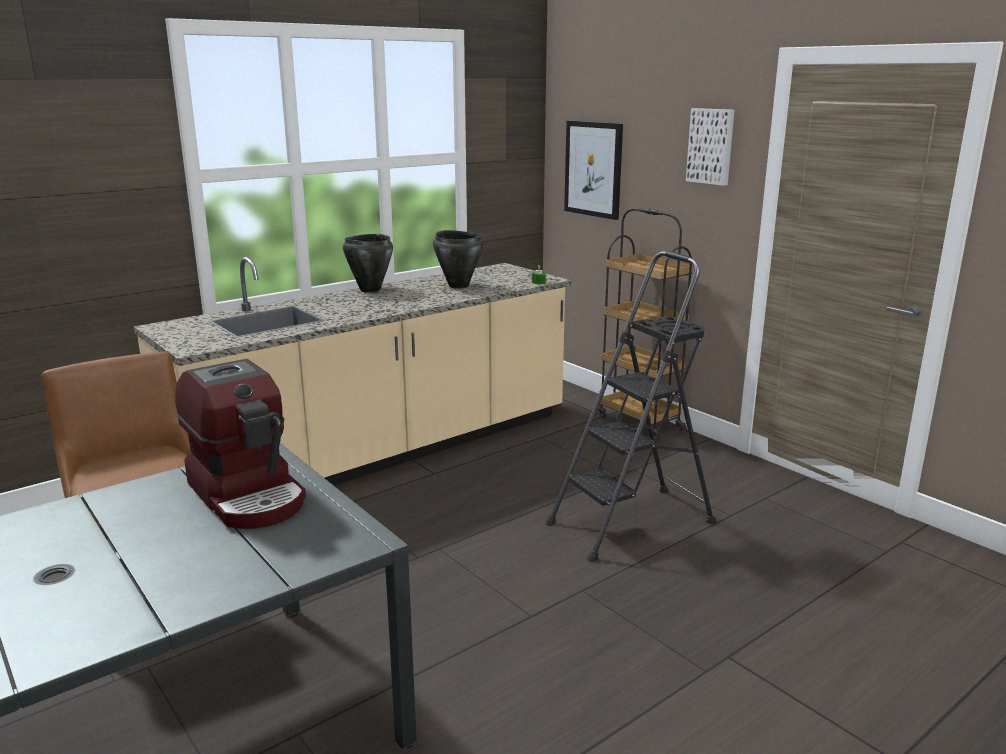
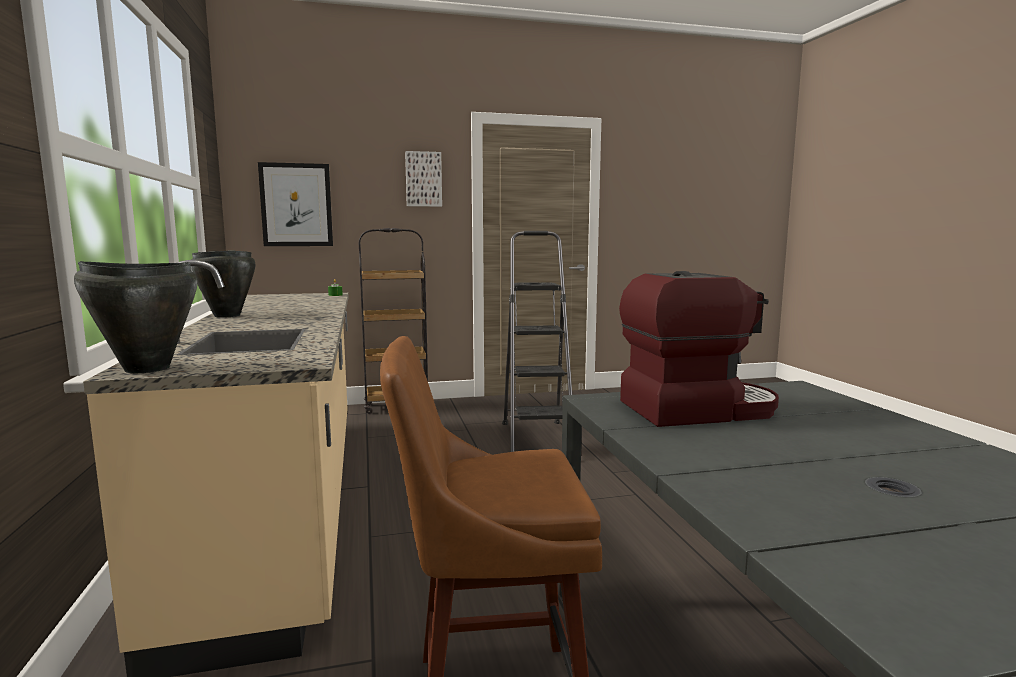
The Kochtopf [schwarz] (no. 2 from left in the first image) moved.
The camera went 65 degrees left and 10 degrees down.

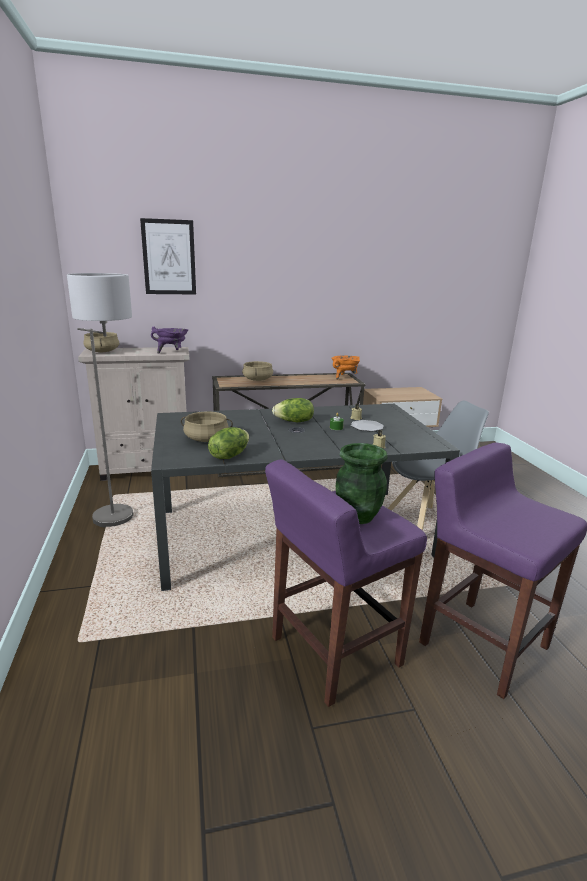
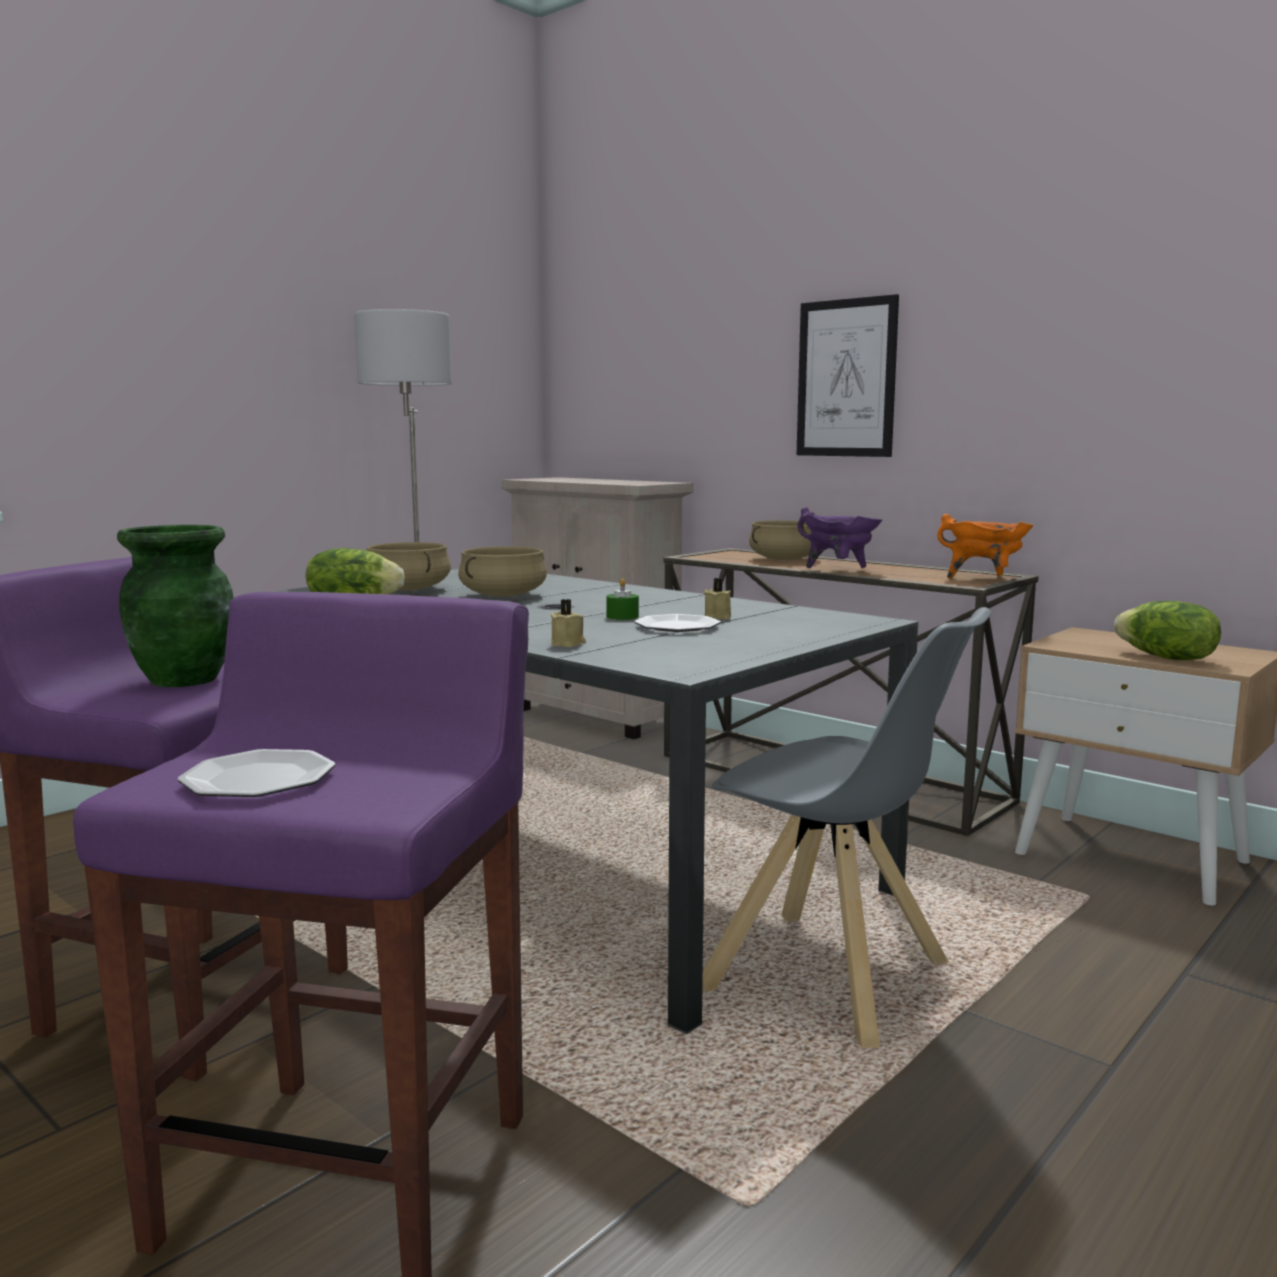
The Teller (no. 1 from left) appeared.
The Kochtopf [beige] (no. 1 from left in the first image) moved.
The Bild moved.
The Kochtopf [lila] moved.
The Salatkopf (no. 2 from left) moved.
The camera went 55 degrees right and 10 degrees down.

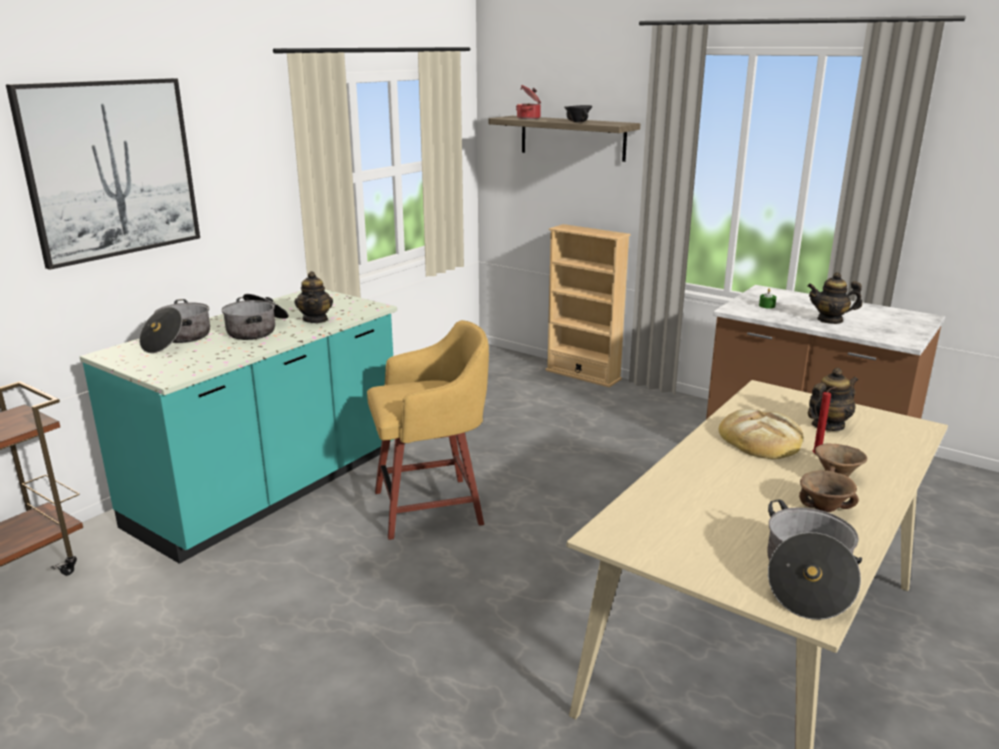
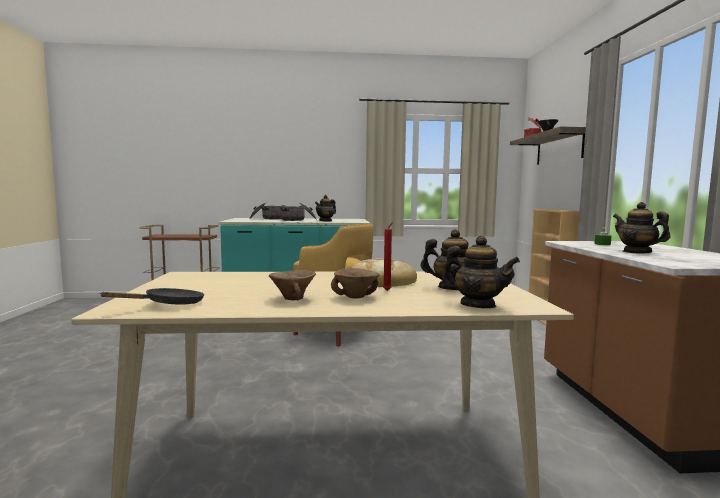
The Kochtopf (no. 4 from left) was replaced by the Pfanne [schwarz].
The Teekanne (no. 3 from left) appeared.
The Bild disappeared.
The camera went 50 degrees right and 15 degrees down.

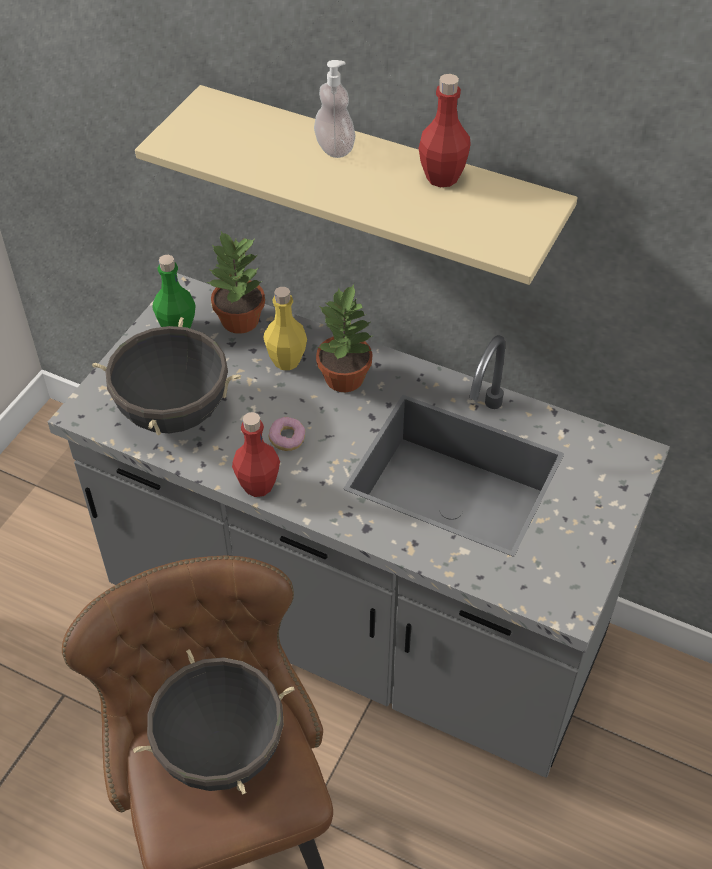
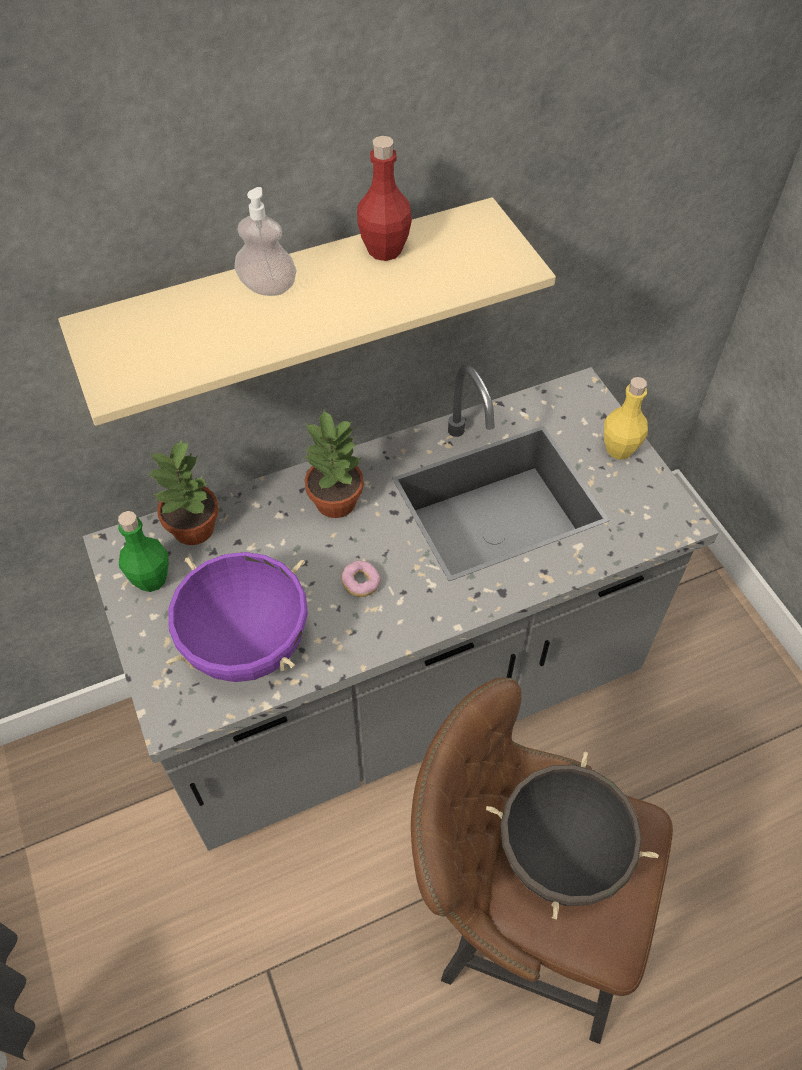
The Kochtopf [schwarz] (no. 1 from left) became the Kochtopf [lila].
The Flasche [gelb] moved.
The Flasche [rot] (no. 1 from left) disappeared.
The camera went 50 degrees left and 5 degrees up.

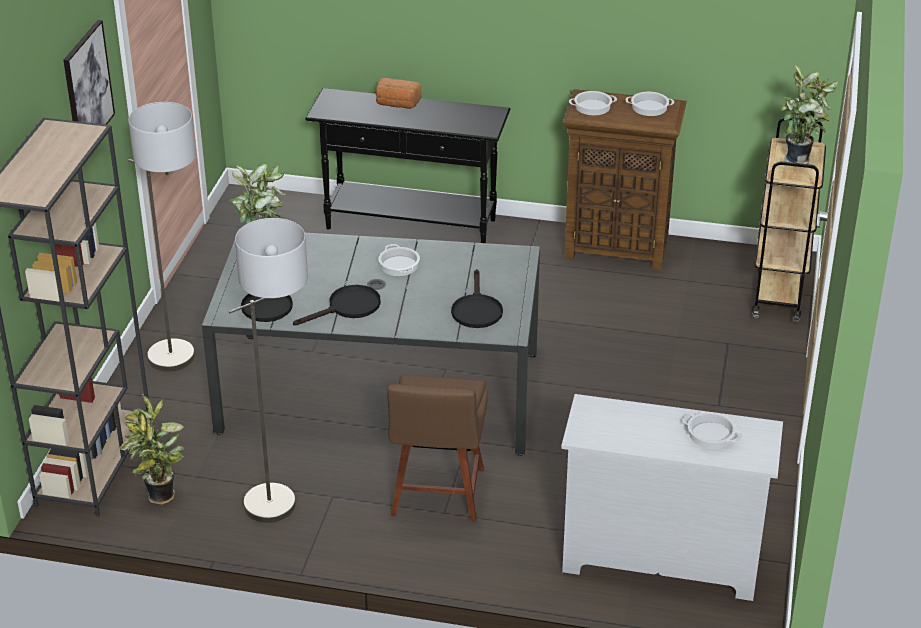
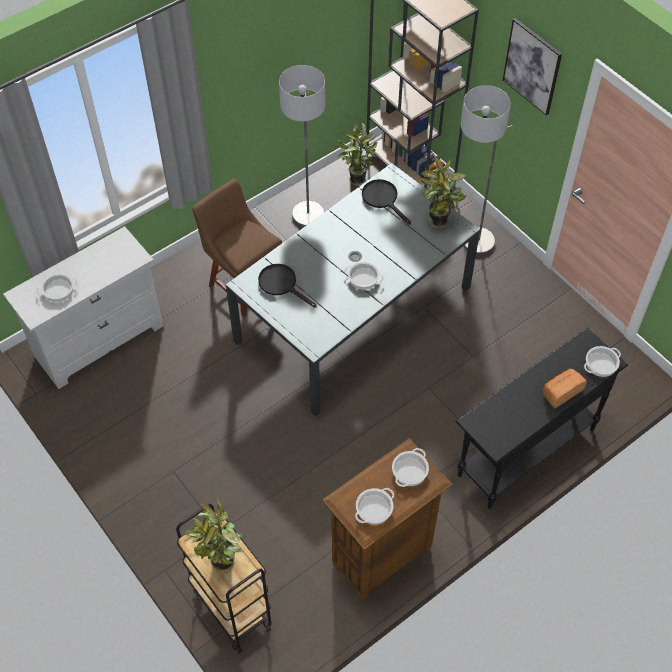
The Kochtopf (no. 5 from left) appeared.
The Pfanne [schwarz] (no. 2 from left) disappeared.
The camera went 130 degrees right and 20 degrees up.

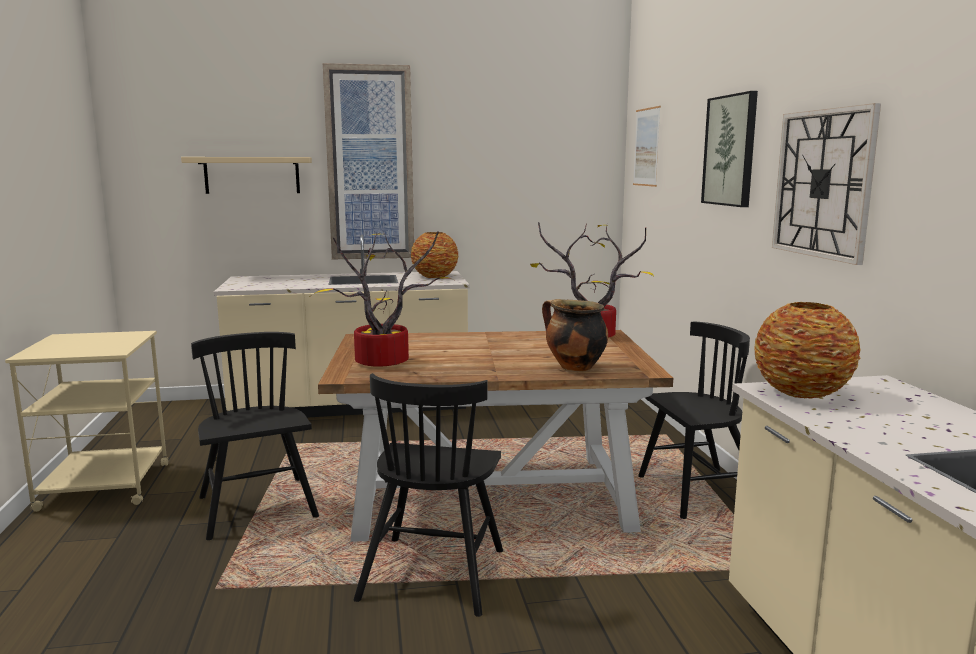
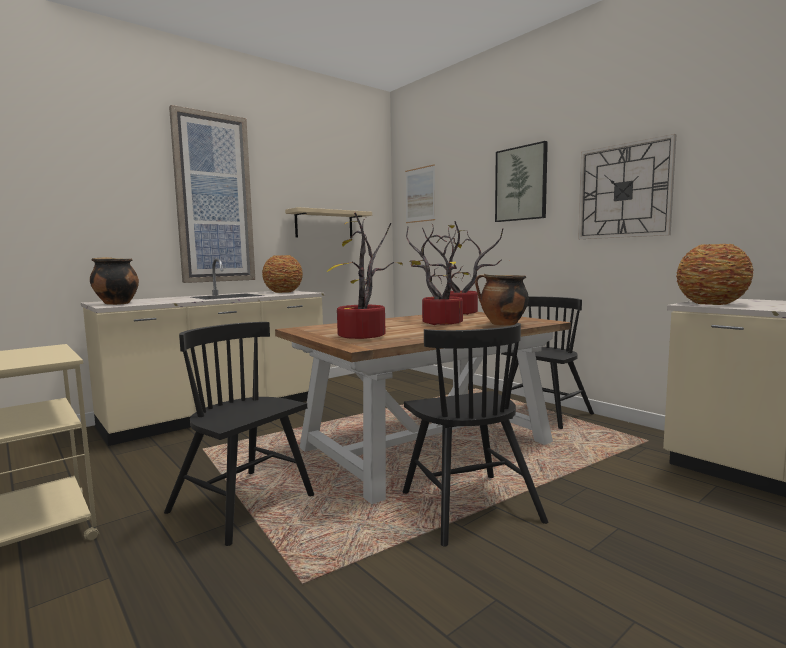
The Kochtopf (no. 1 from left) appeared.
The Wandregal [beige] moved.
The Topfpflanze (no. 2 from left) appeared.
The camera went 30 degrees left and 5 degrees down.

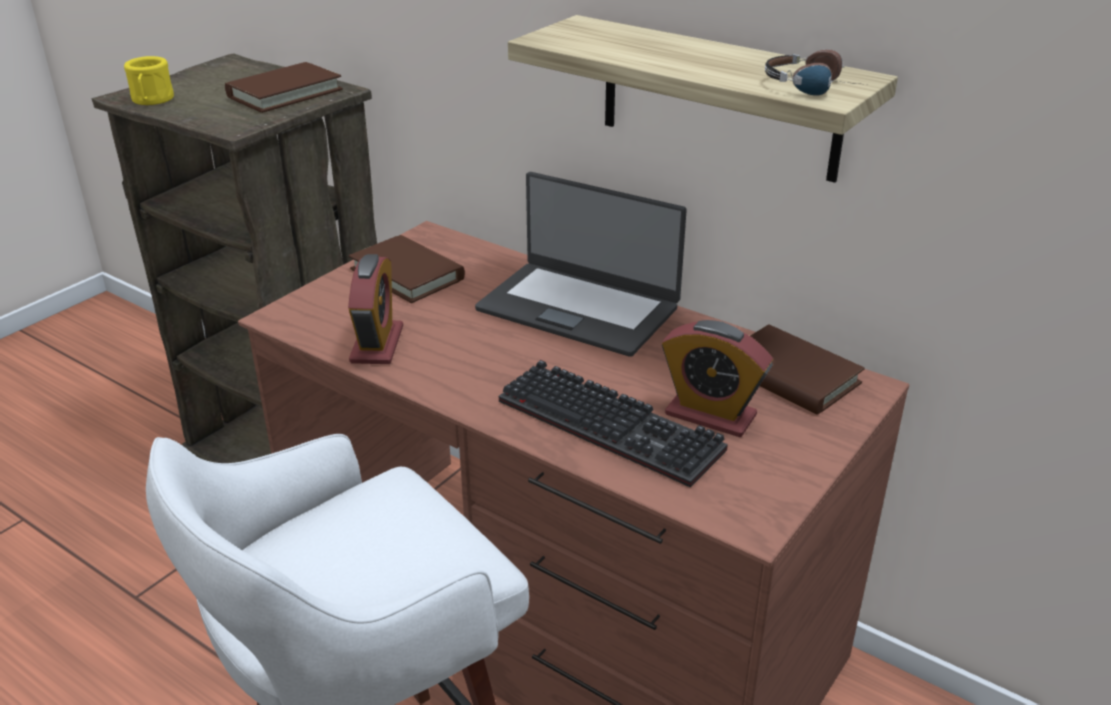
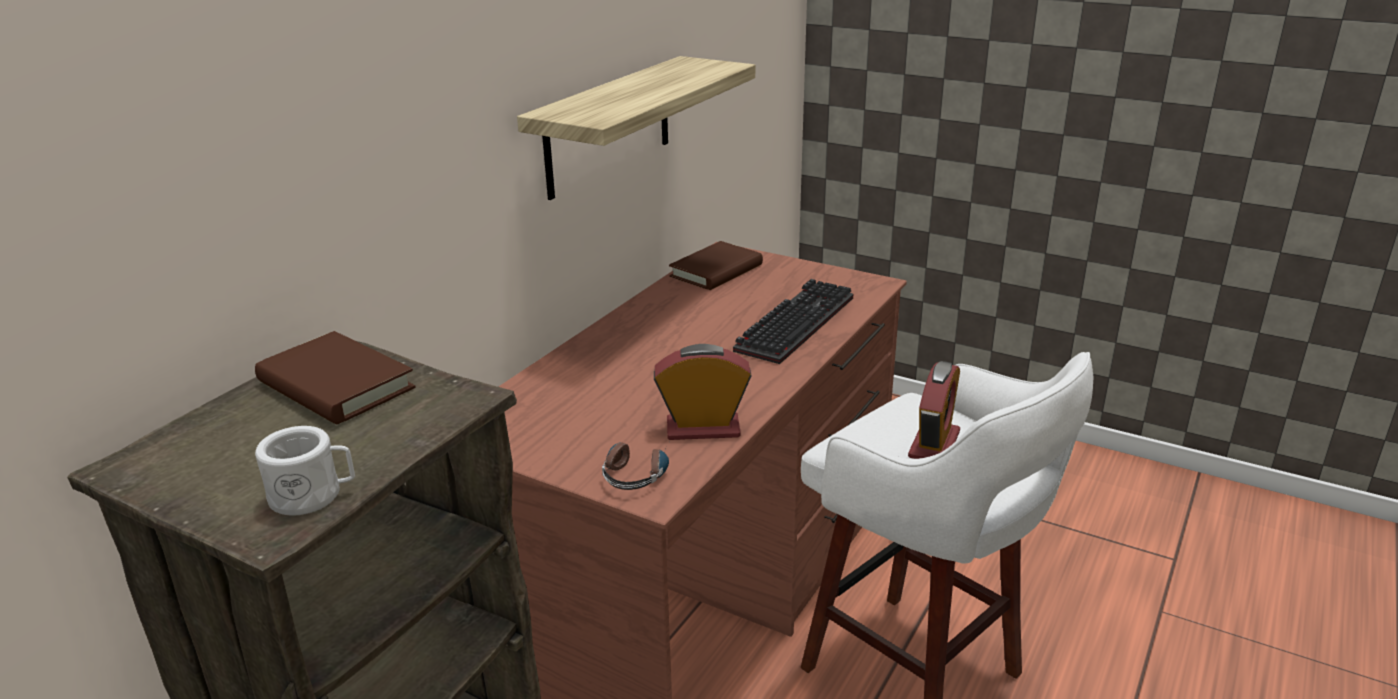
The Henkelbecher [gelb] became the Henkelbecher [weiß].
The Kopfhörer moved.
The Wecker (no. 2 from left) moved.
The Buch [braun] (no. 2 from left) disappeared.
The Laptop disappeared.
The camera went 95 degrees left and 5 degrees down.

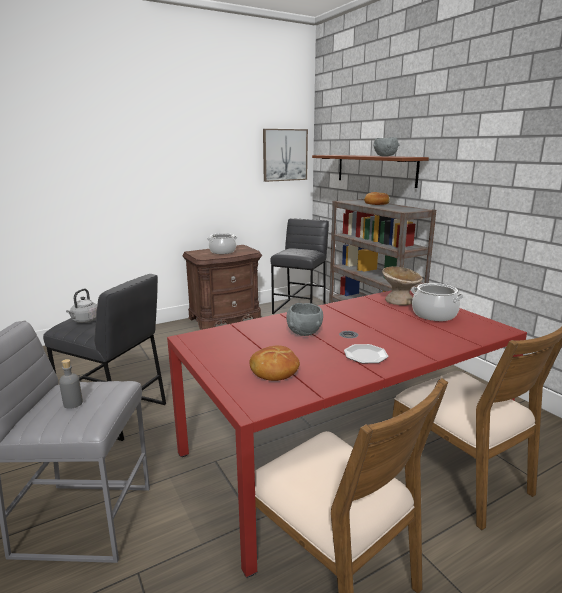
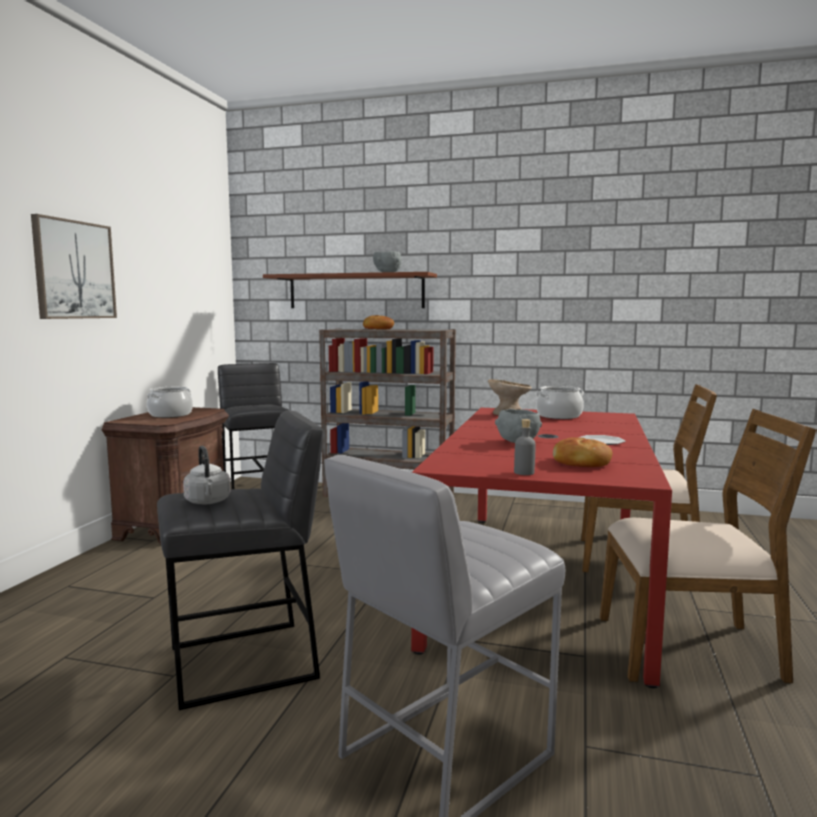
The Bild moved.
The Flasche [grau] moved.
The camera went 45 degrees left and 10 degrees down.

